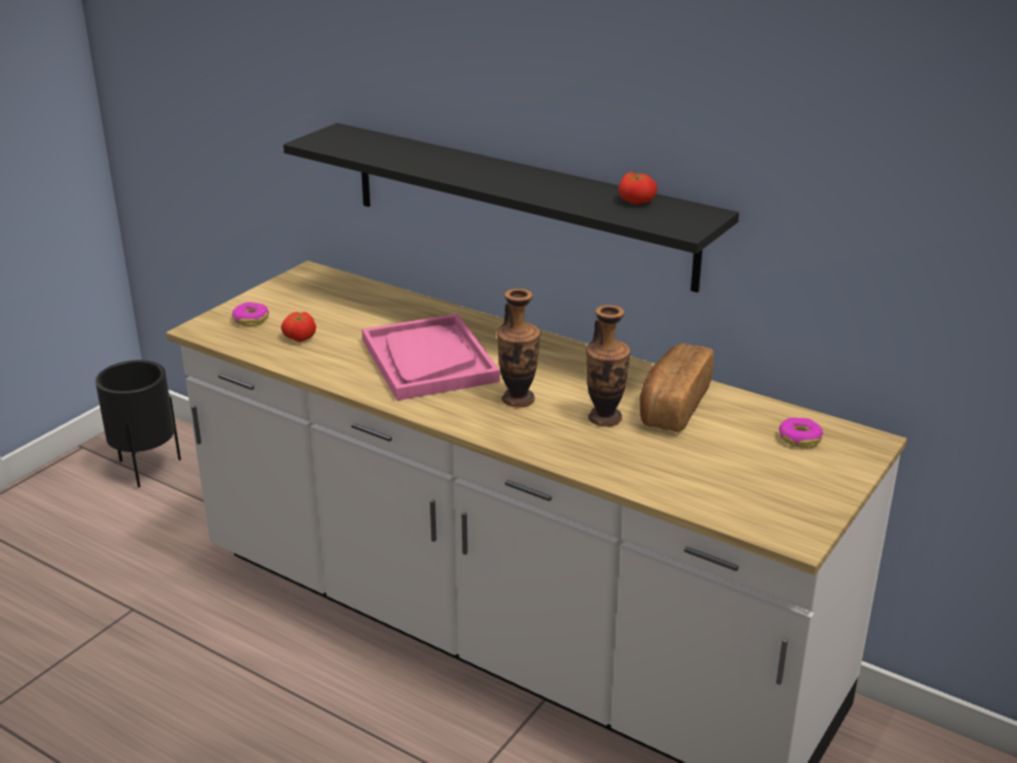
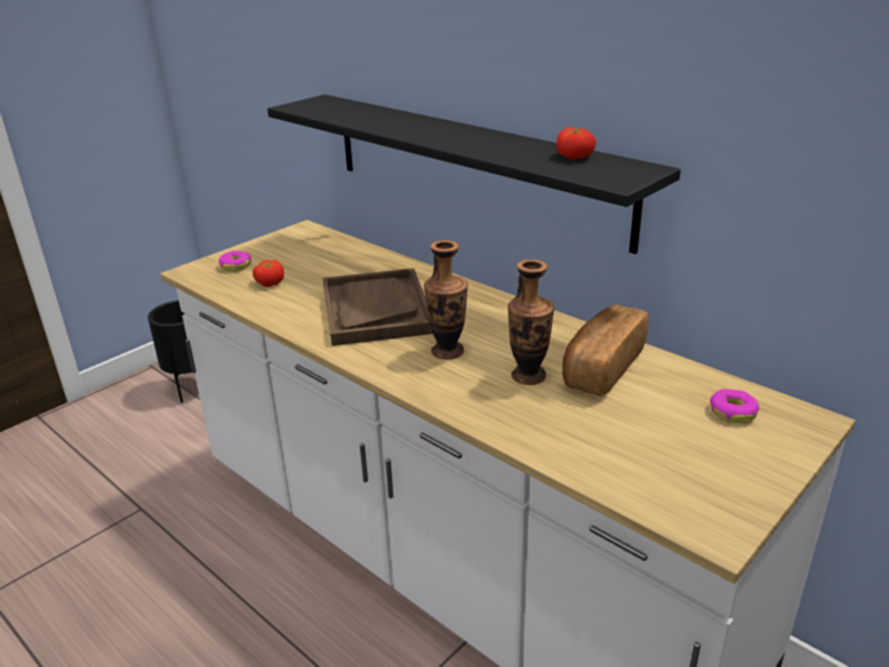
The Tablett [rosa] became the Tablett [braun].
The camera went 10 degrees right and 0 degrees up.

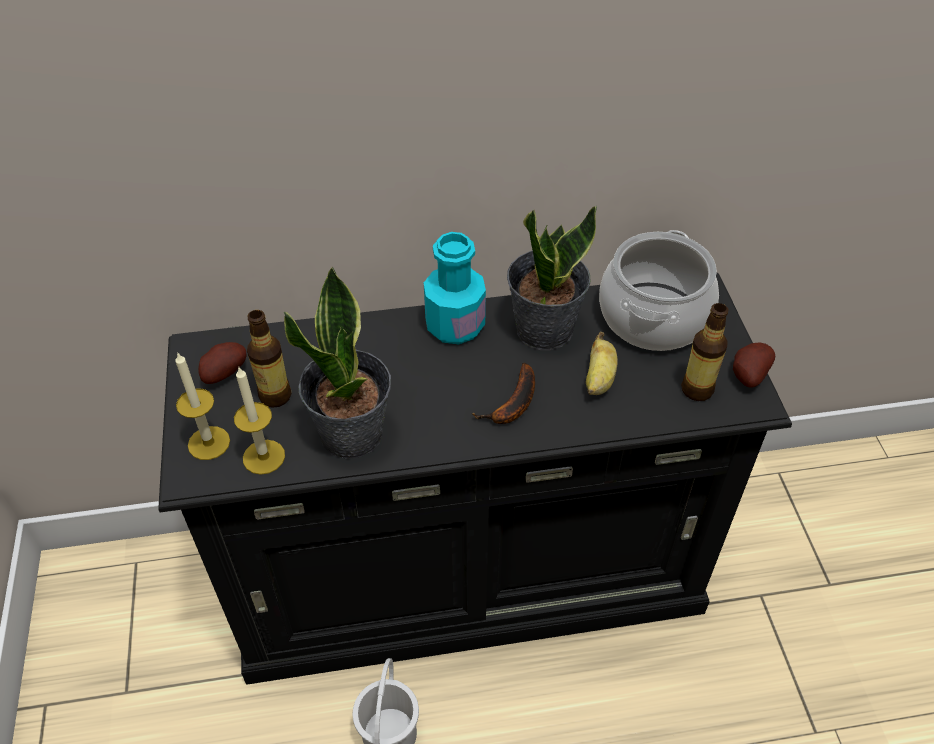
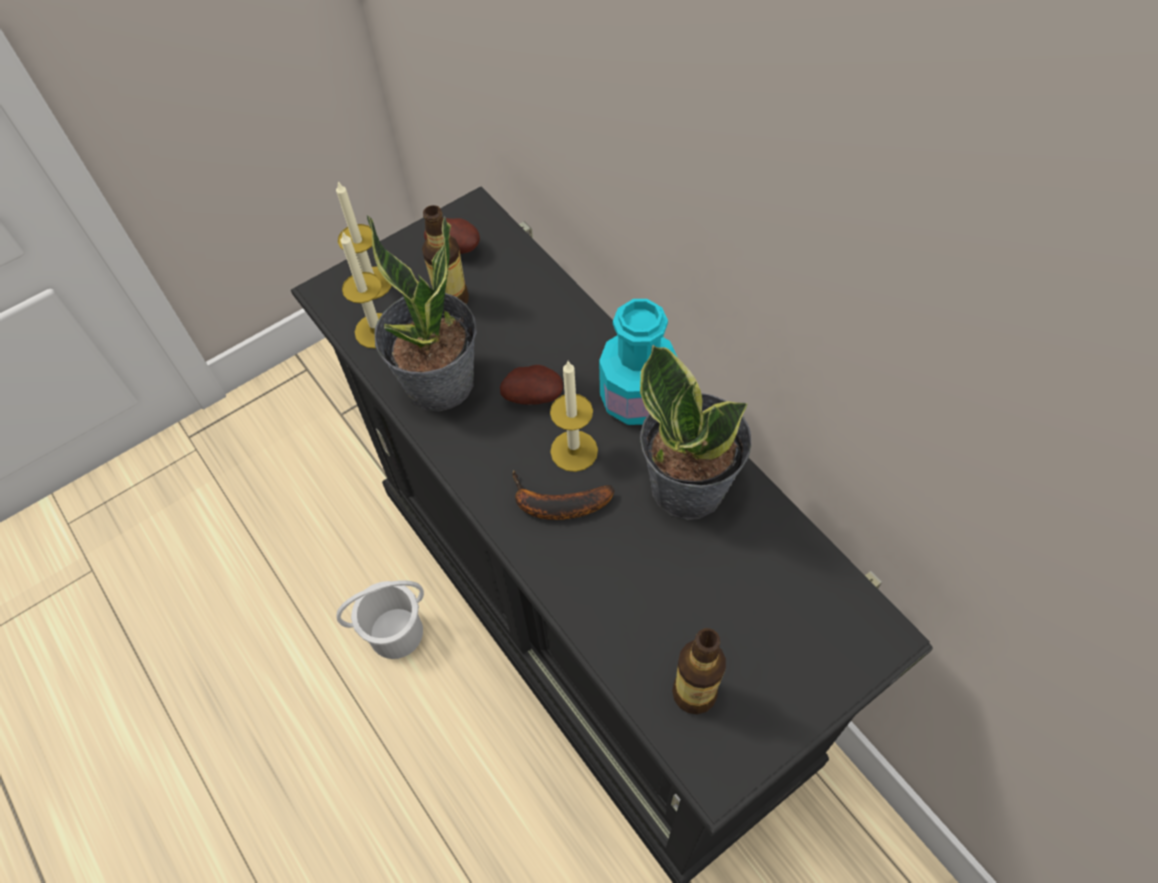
The Kartoffel (no. 2 from left) moved.
The Kerze (no. 3 from left) appeared.
The Banane (no. 2 from left) disappeared.
The Kochtopf disappeared.
The camera went 65 degrees right and 10 degrees up.

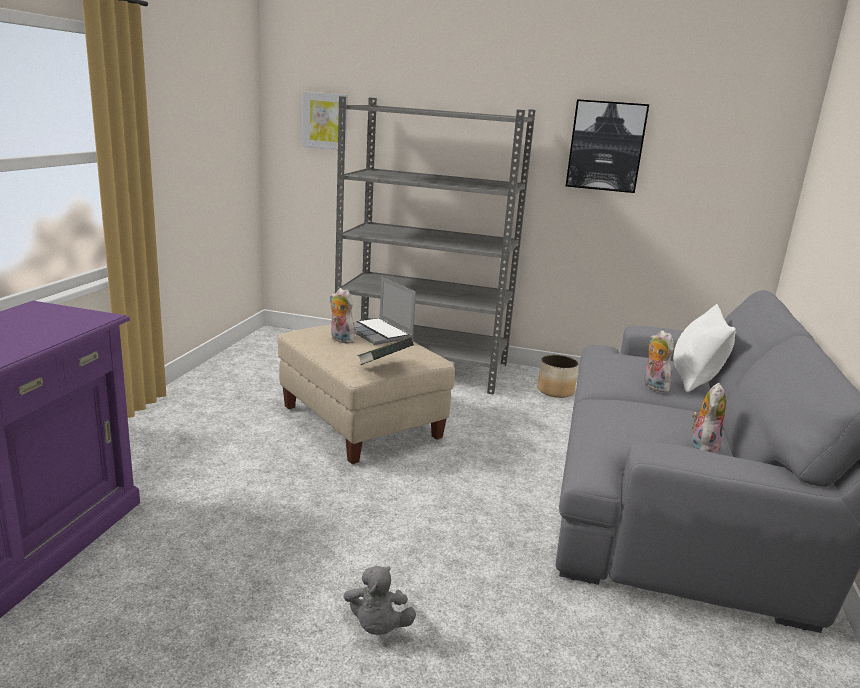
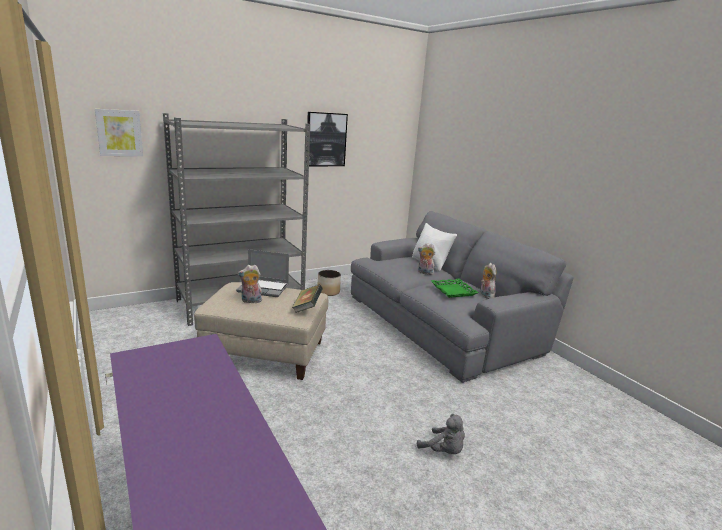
The Tablett [grün] appeared.
The camera went 45 degrees left and 0 degrees up.

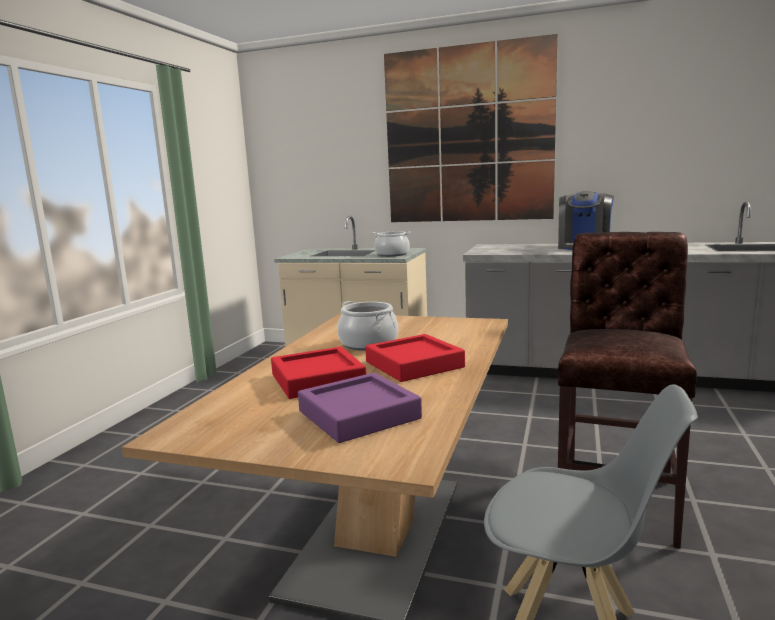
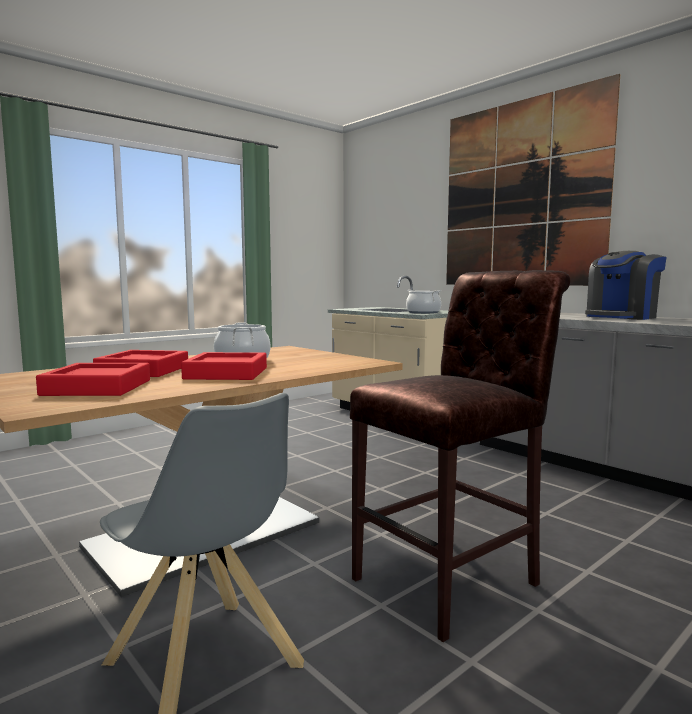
The Tablett [lila] became the Tablett [rot] (no. 1 from left).
The camera went 30 degrees right and 5 degrees down.

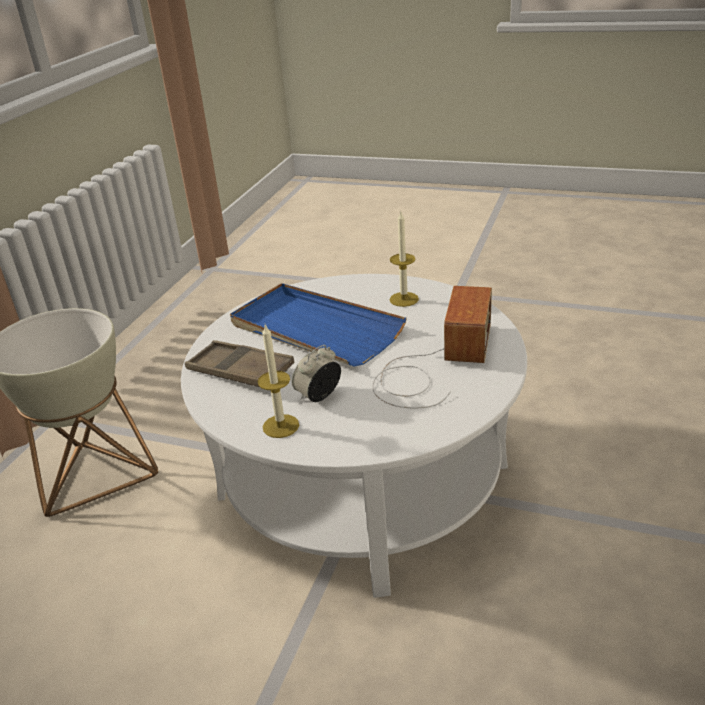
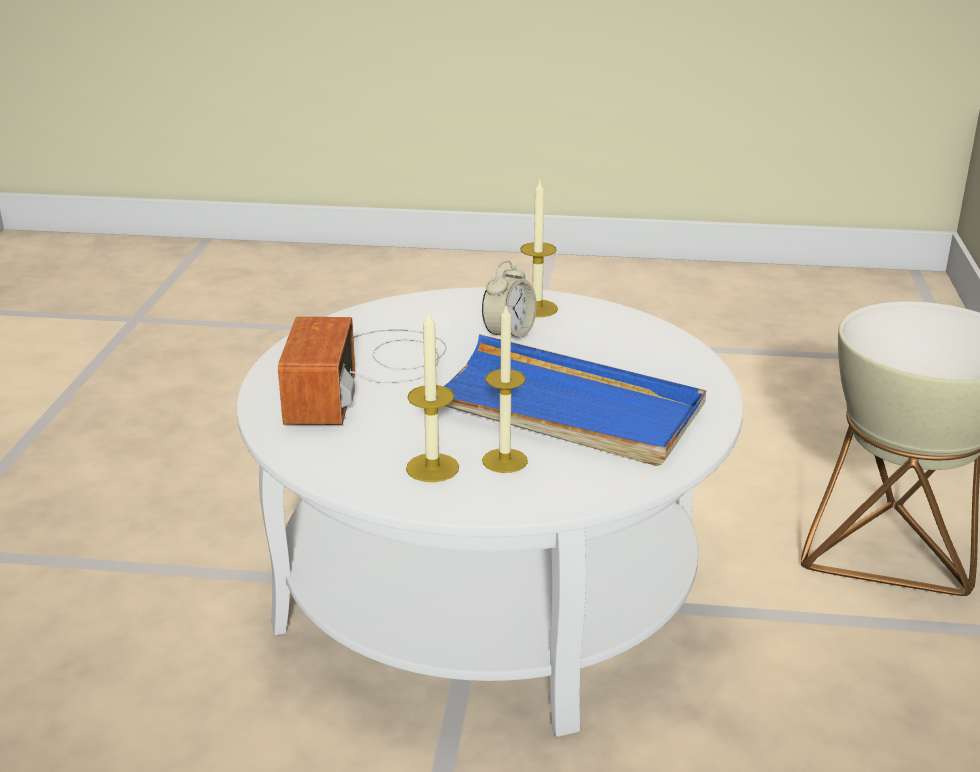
The Kerze (no. 2 from left) appeared.
The Tablett [braun] disappeared.
The camera went 165 degrees right and 5 degrees down.

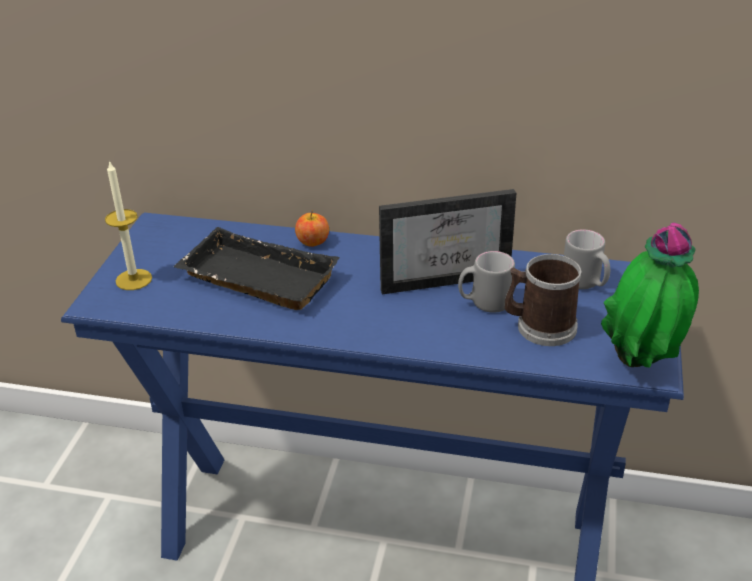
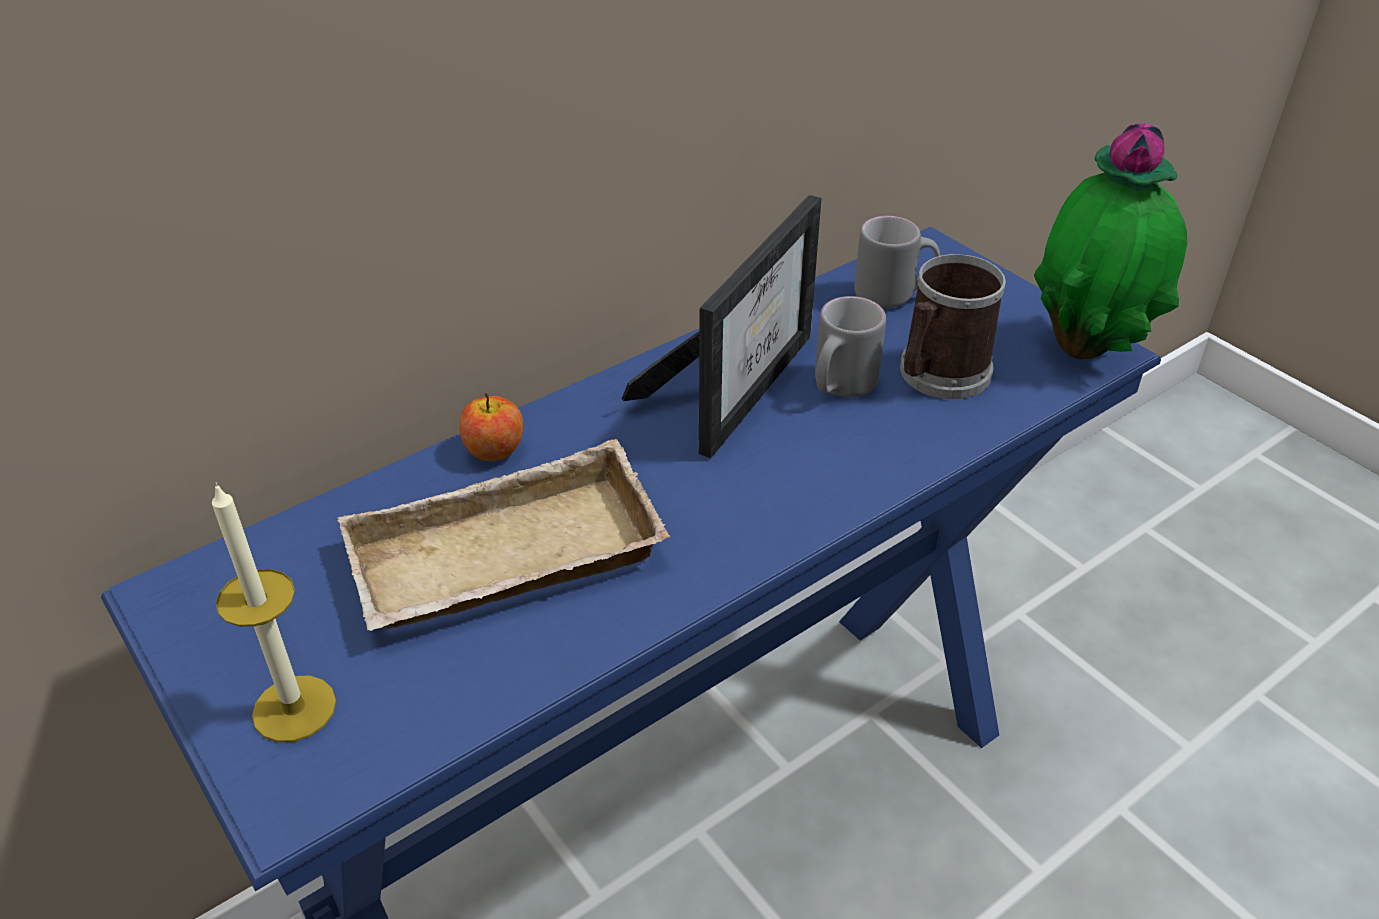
The Tablett [schwarz] became the Tablett [beige].
The camera went 50 degrees left and 5 degrees up.

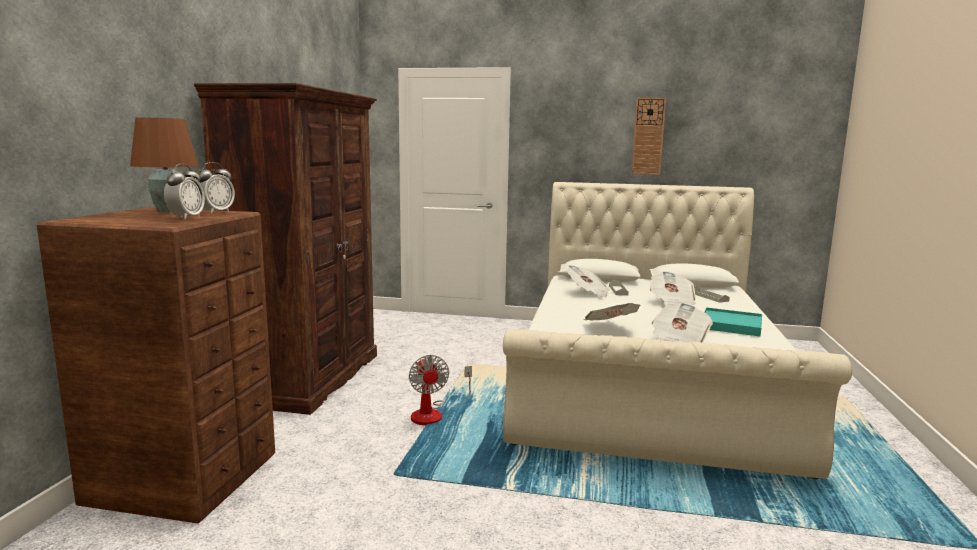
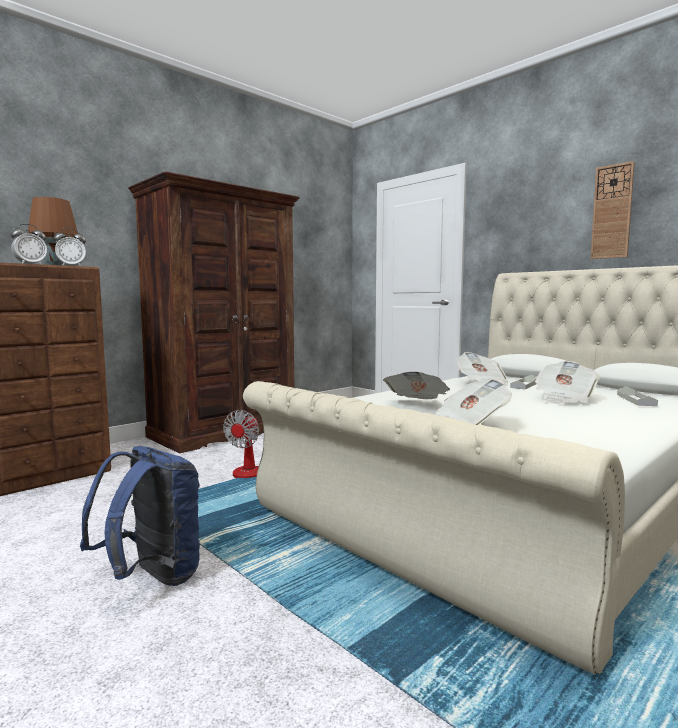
The Rucksack [blau] appeared.
The Tablett [türkis] disappeared.
The camera went 35 degrees right and 5 degrees down.

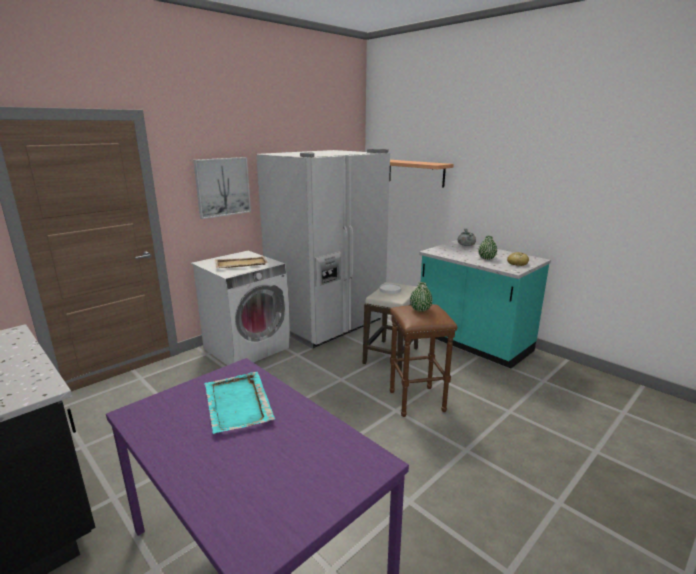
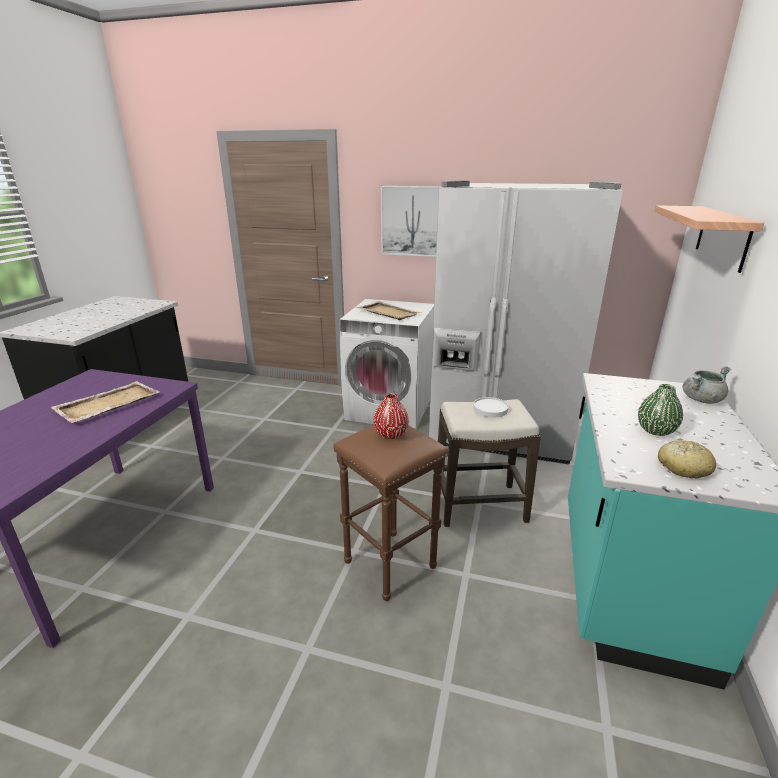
The Tablett [türkis] became the Tablett [beige] (no. 1 from left).
The Vase [grün] (no. 1 from left) became the Vase [rot].
The camera went 60 degrees right and 5 degrees up.

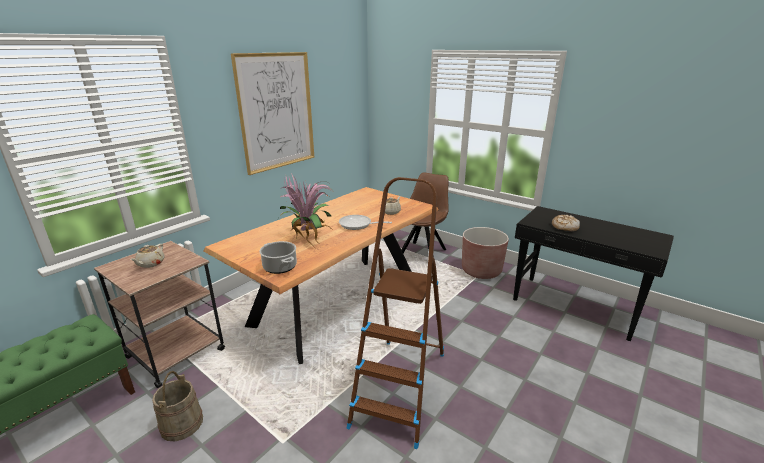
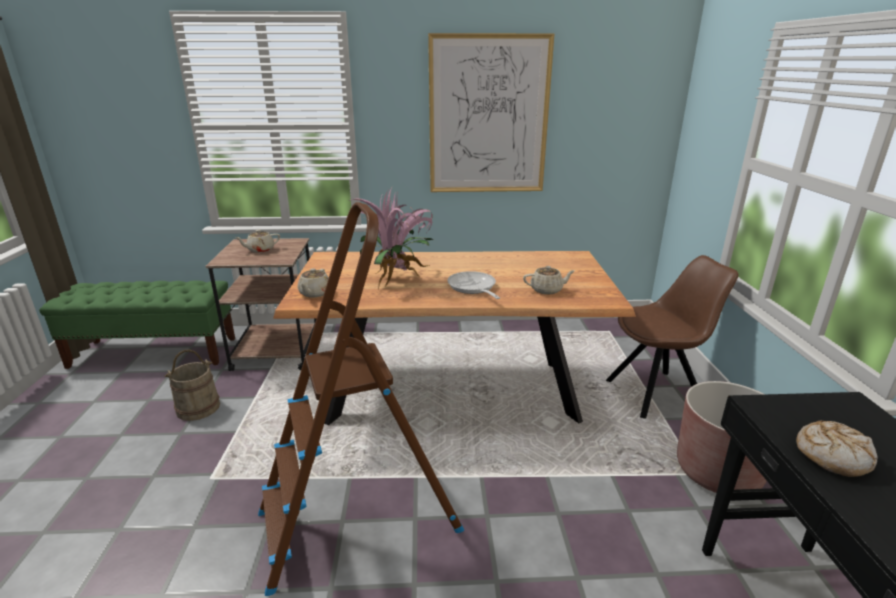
The Kochtopf was replaced by the Teekanne [beige] (no. 2 from left).
The camera went 50 degrees right and 0 degrees up.

